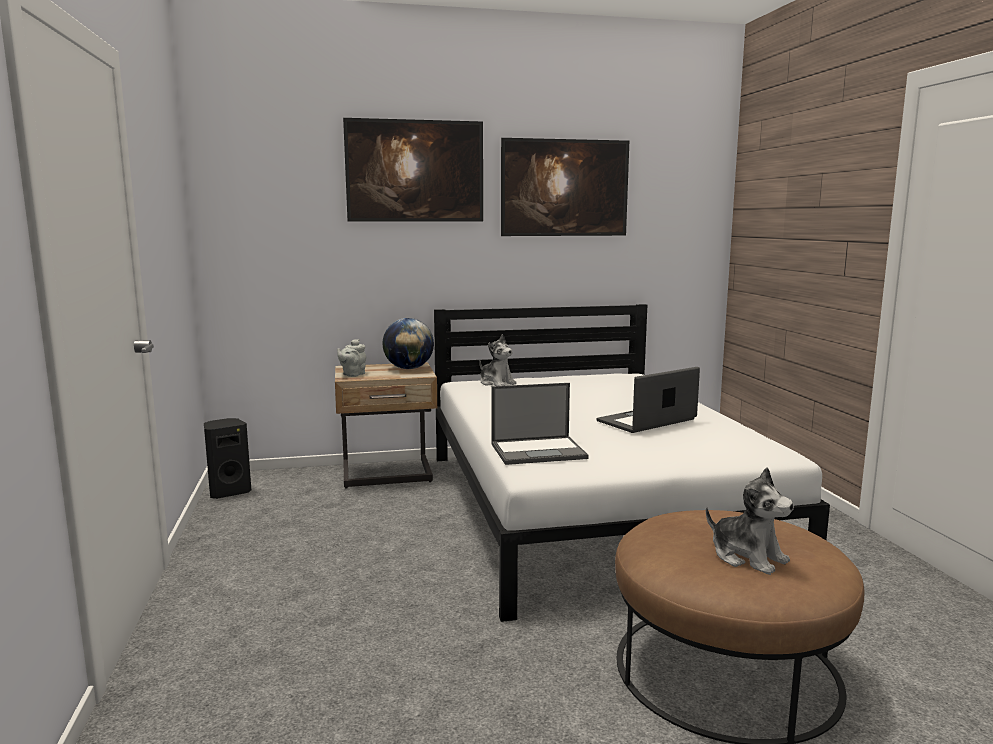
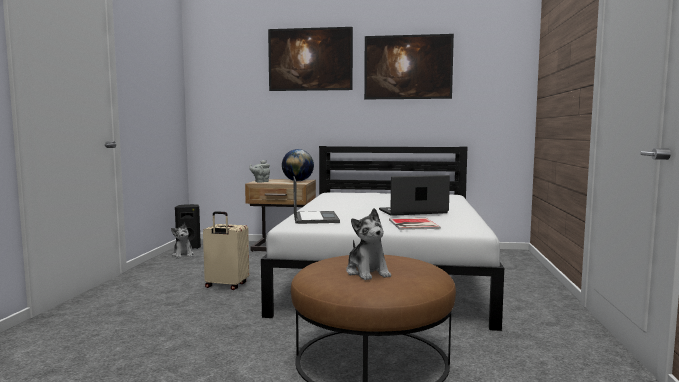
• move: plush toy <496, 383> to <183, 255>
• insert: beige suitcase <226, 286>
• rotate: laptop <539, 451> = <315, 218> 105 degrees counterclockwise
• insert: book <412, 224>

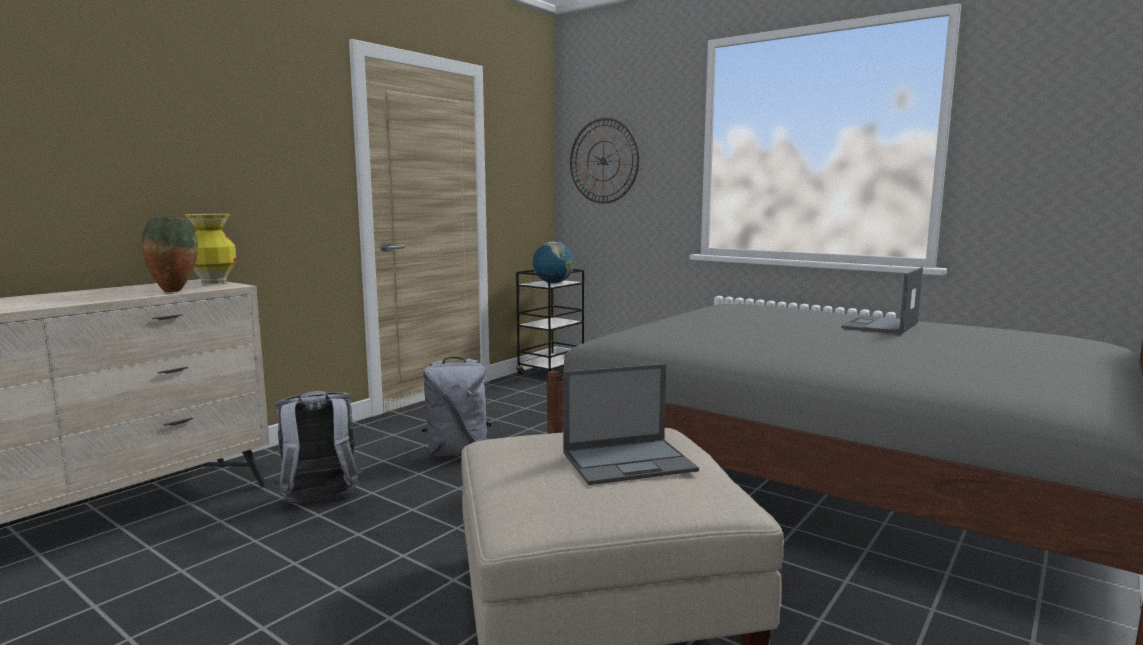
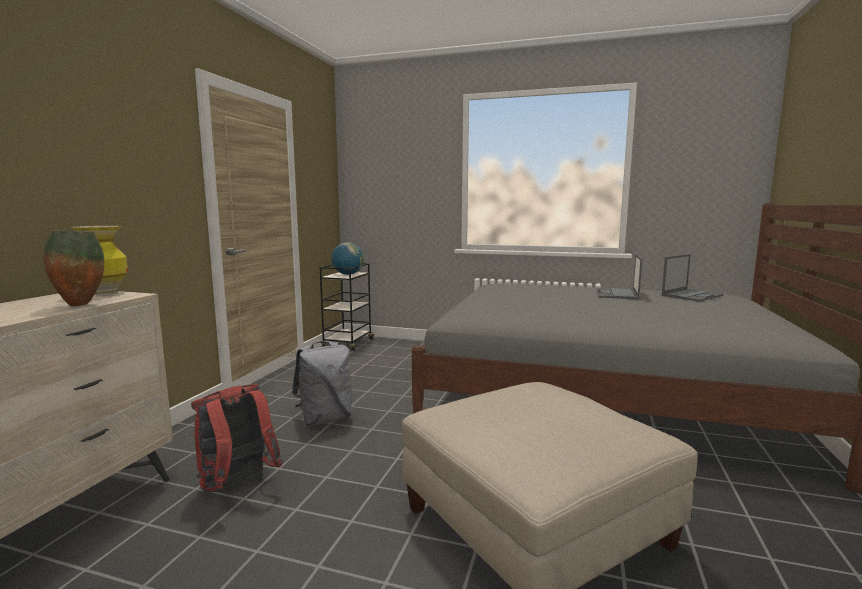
• recolor: grey backpack <320, 503> to red backpack <237, 486>
• move: laptop <629, 461> to <692, 295>
• delete: wall clock <603, 161>

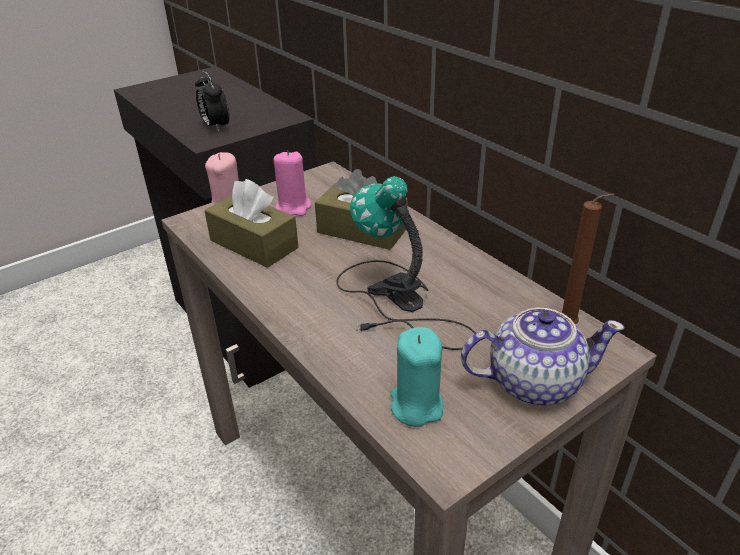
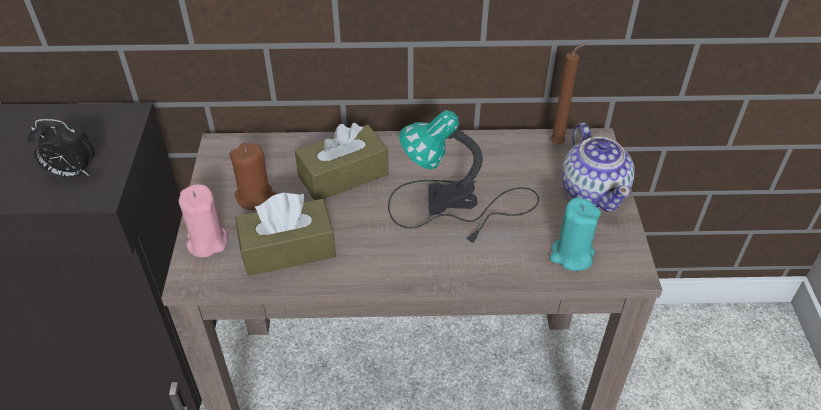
• recolor: pink candle <294, 207> to brown candle <256, 197>
• rotate: teapot <532, 382> = <593, 191> 135 degrees clockwise

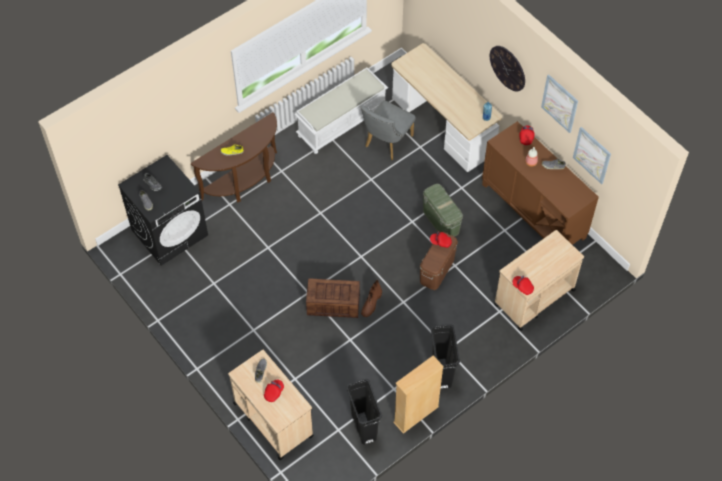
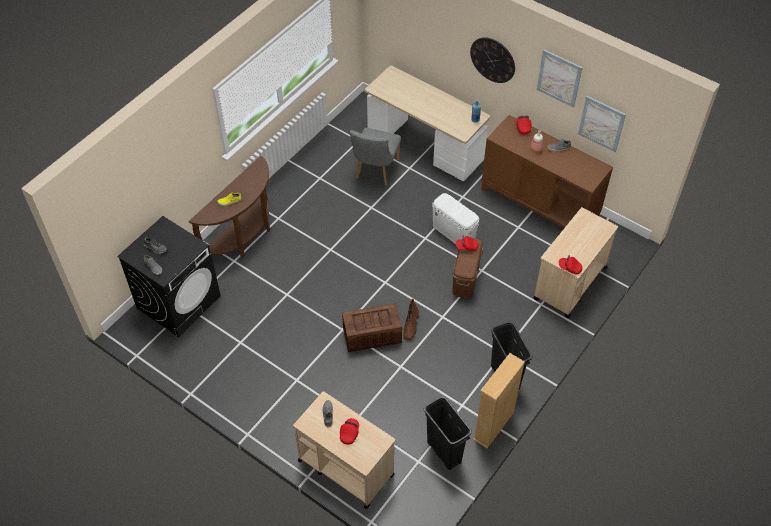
• recolor: green storage box <441, 221> to white storage box <454, 232>
• delete: white bench <342, 121>

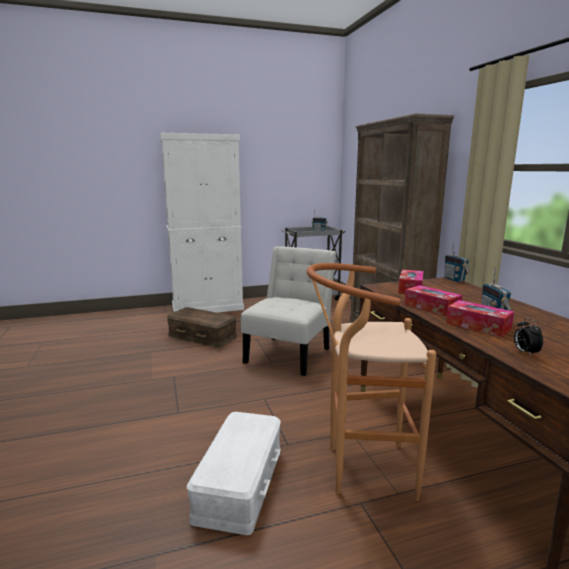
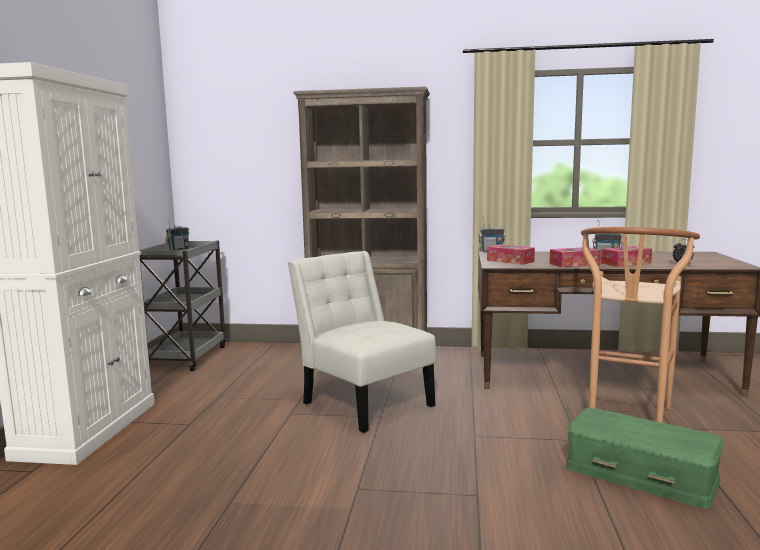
• recolor: white storage box <241, 482> to green storage box <641, 473>
• delete: brown storage box <203, 336>

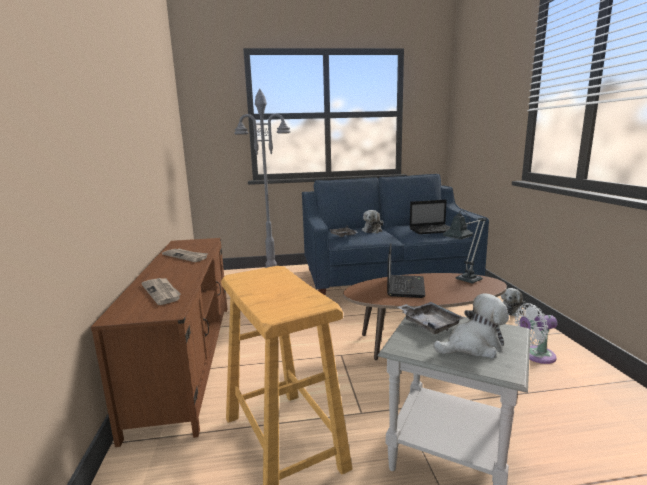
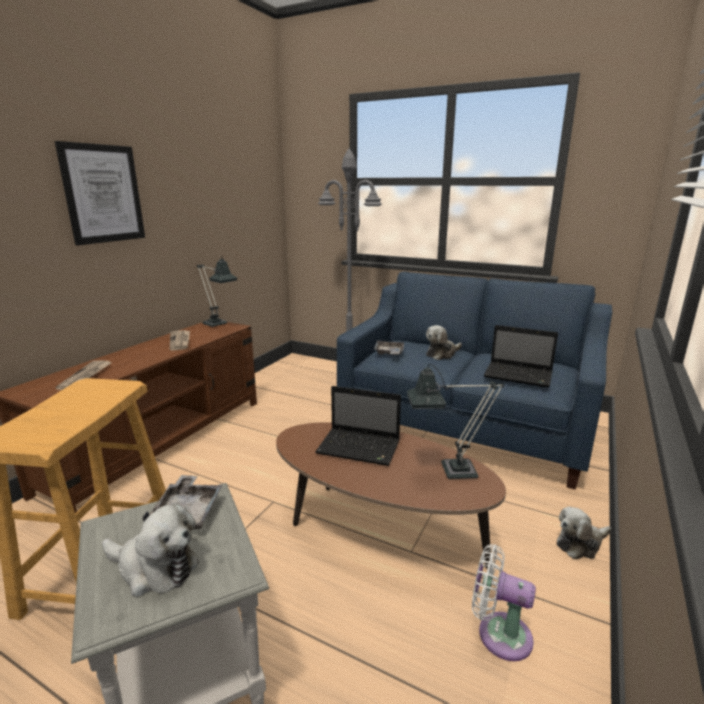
• insert: picture <103, 194>
• insert: table lamp <218, 325>
• rotate: laptop <405, 286> = <360, 448> 60 degrees clockwise

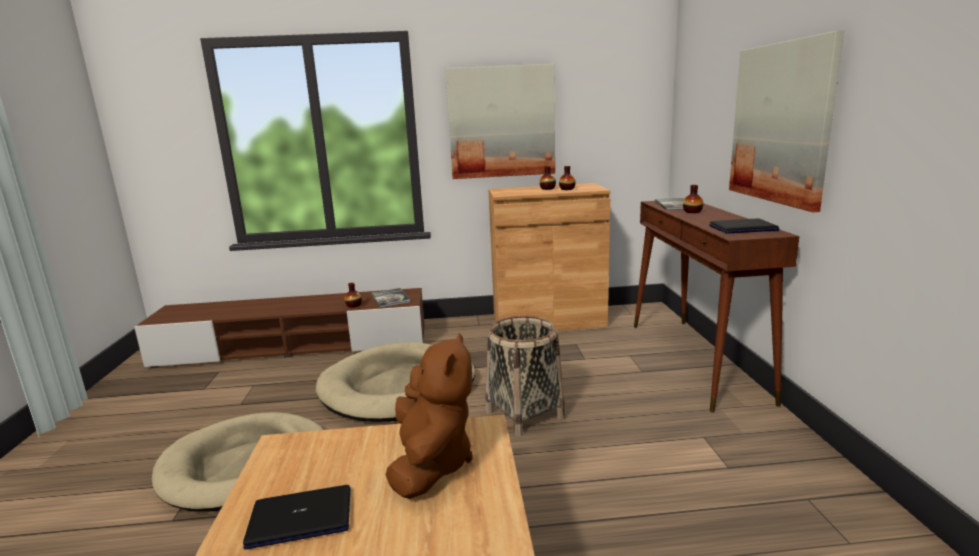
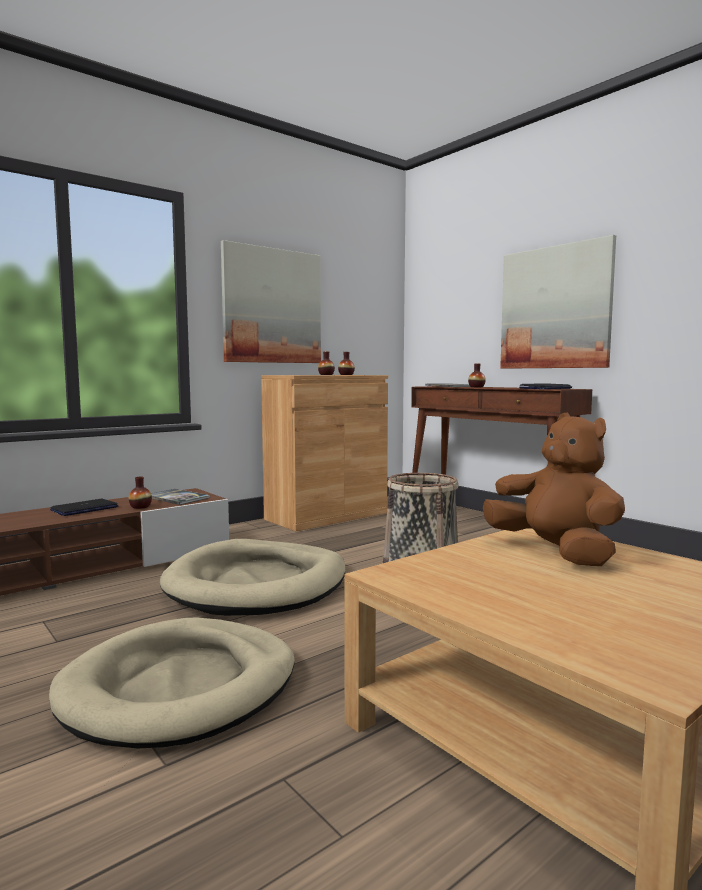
• move: laptop <301, 517> to <84, 509>

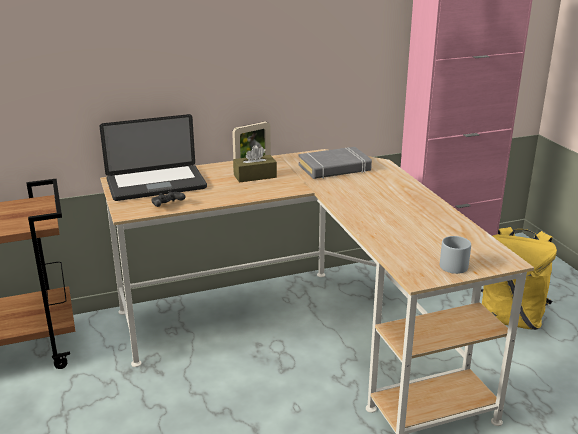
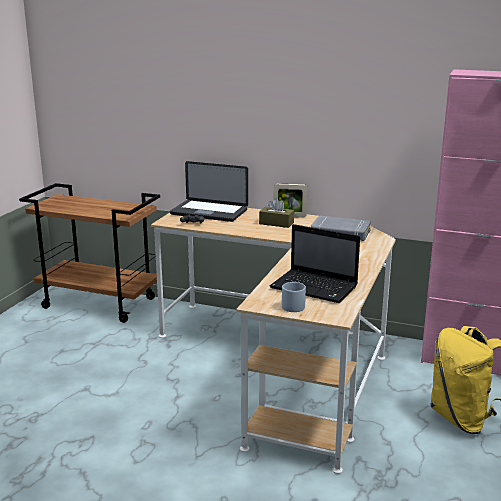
• insert: laptop <316, 287>

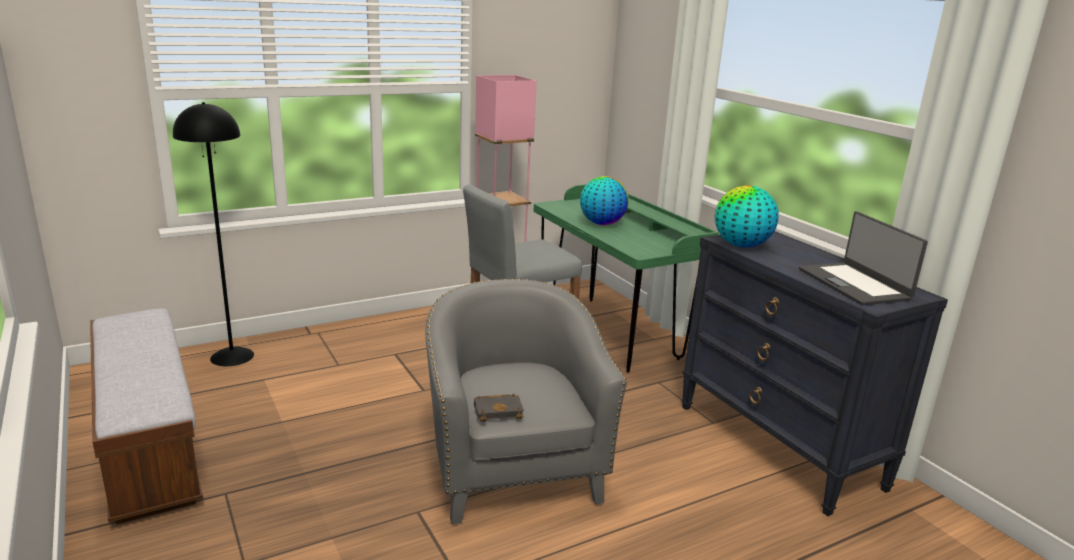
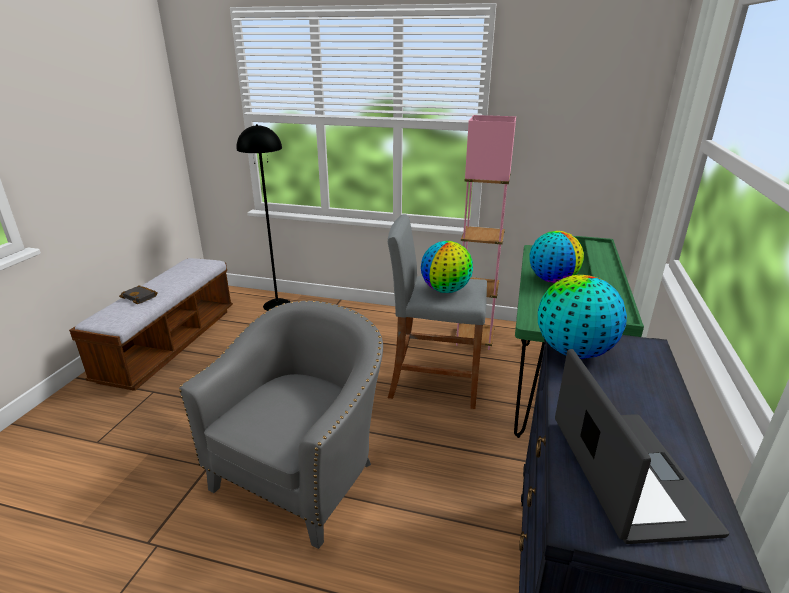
• move: black book <499, 410> to <141, 297>
• insert: globe <445, 290>
• rotate: laptop <854, 284> = <626, 473> 150 degrees clockwise

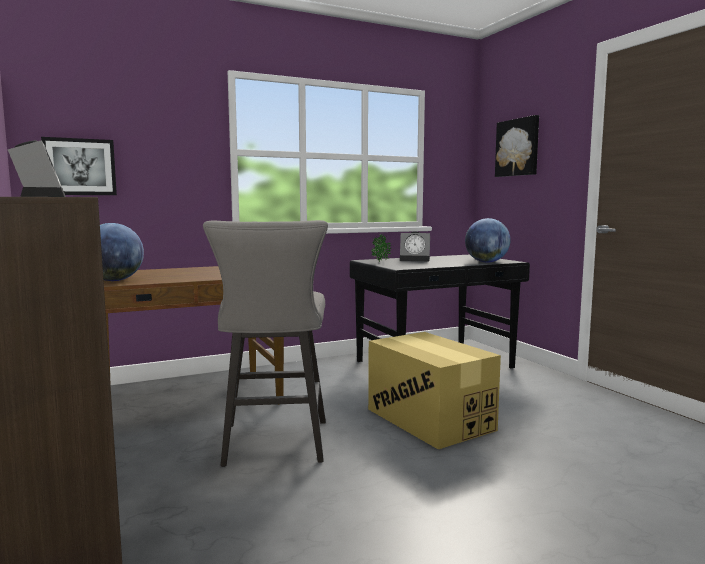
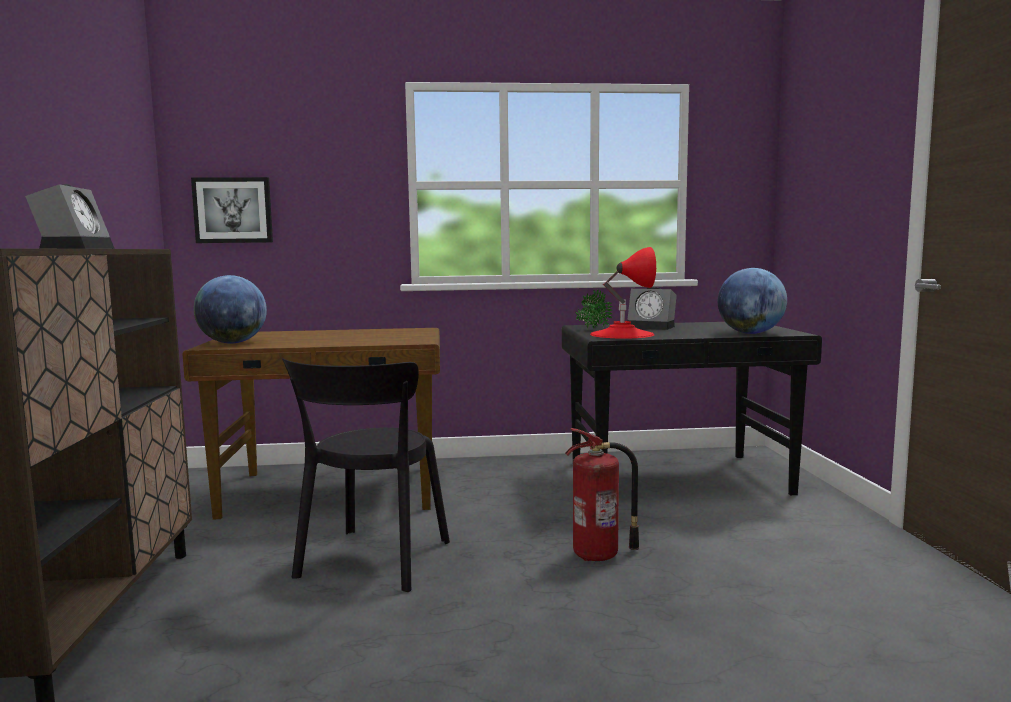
• replace: grey stool <274, 446> to black chair <371, 562>
• replace: cardboard box <430, 419> to fire extinguisher <599, 555>
• insert: red table lamp <622, 334>
• delete: picture <518, 147>

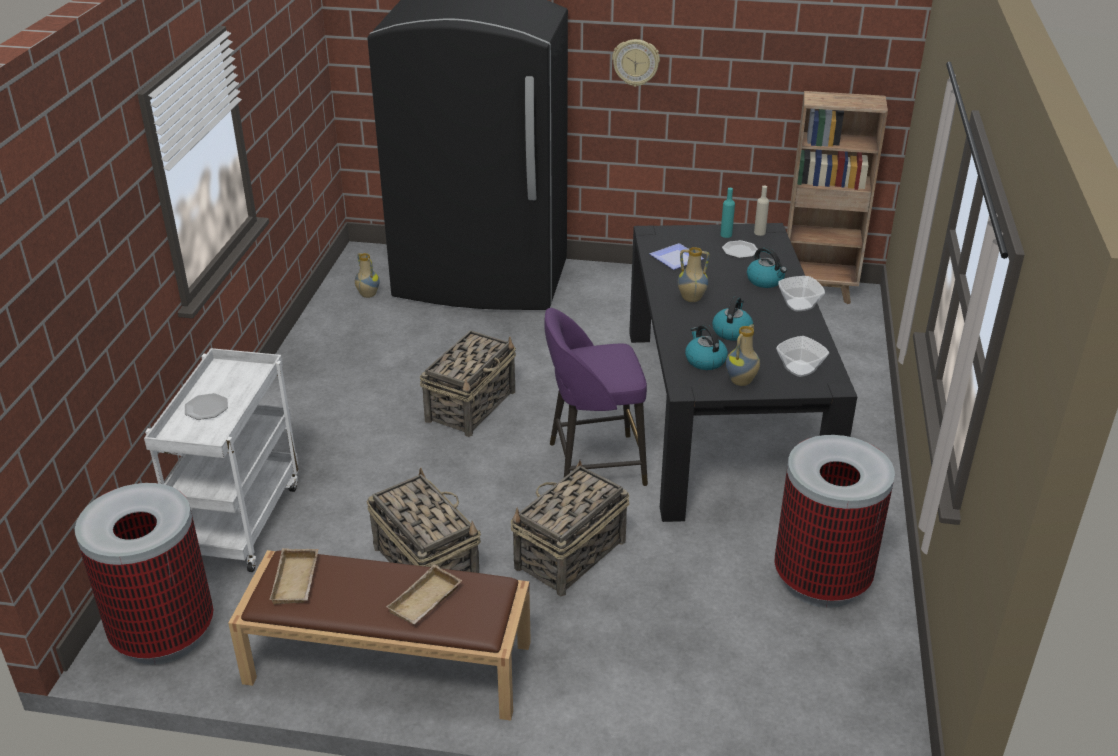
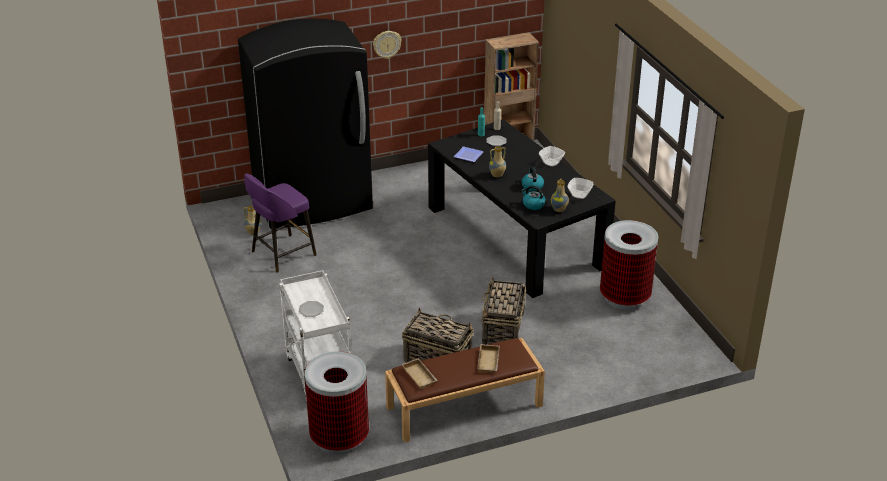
• move: purple stool <593, 464> to <282, 254>
• delete: basket <471, 405>
• delete: kettle <765, 280>

